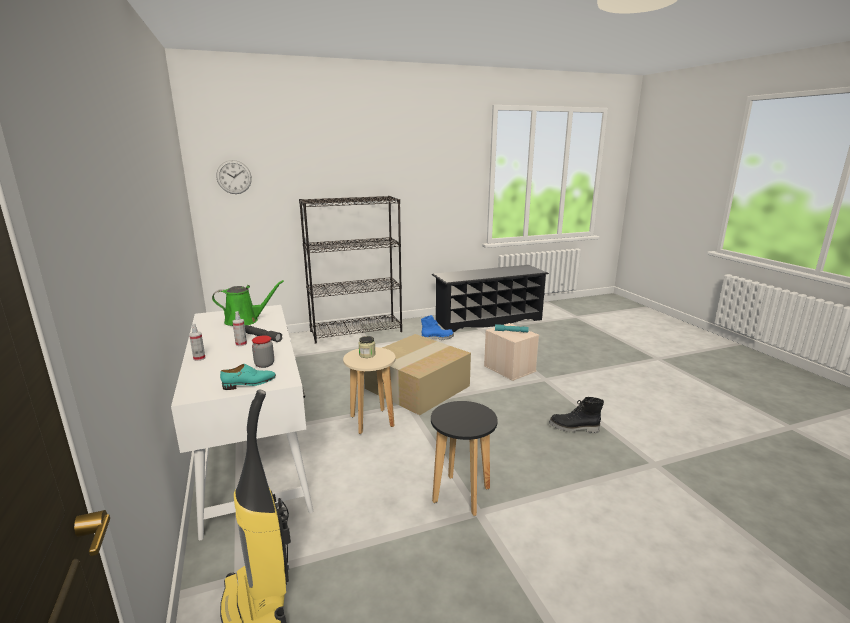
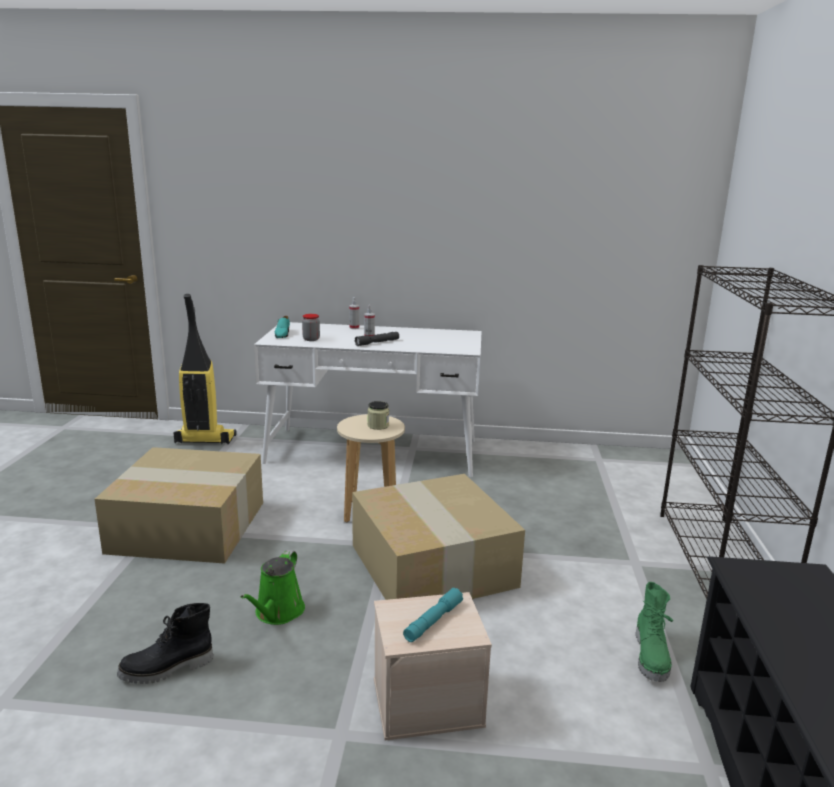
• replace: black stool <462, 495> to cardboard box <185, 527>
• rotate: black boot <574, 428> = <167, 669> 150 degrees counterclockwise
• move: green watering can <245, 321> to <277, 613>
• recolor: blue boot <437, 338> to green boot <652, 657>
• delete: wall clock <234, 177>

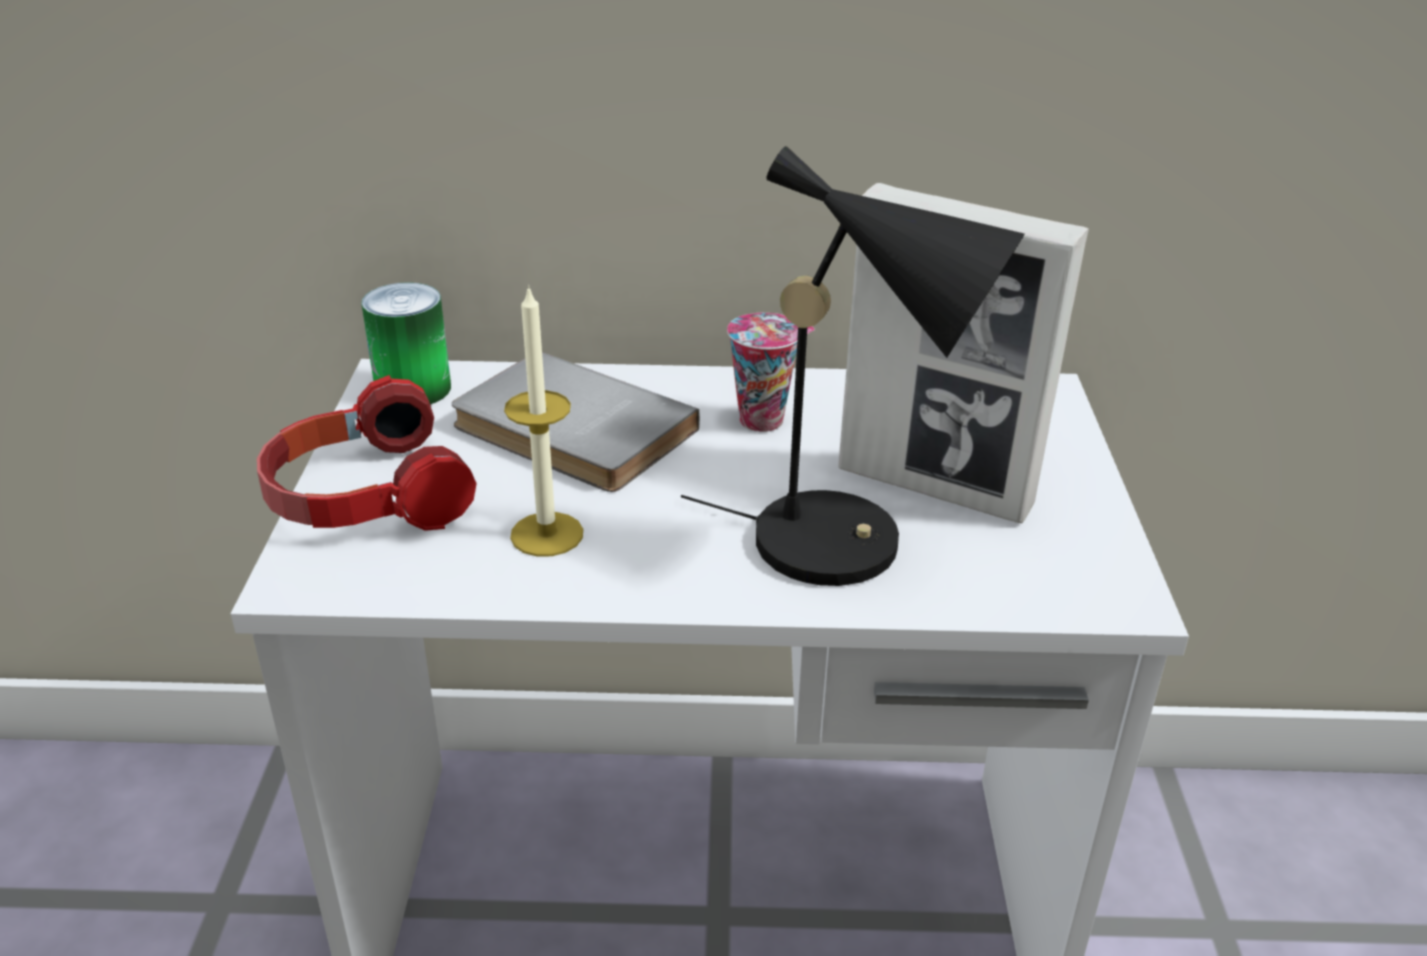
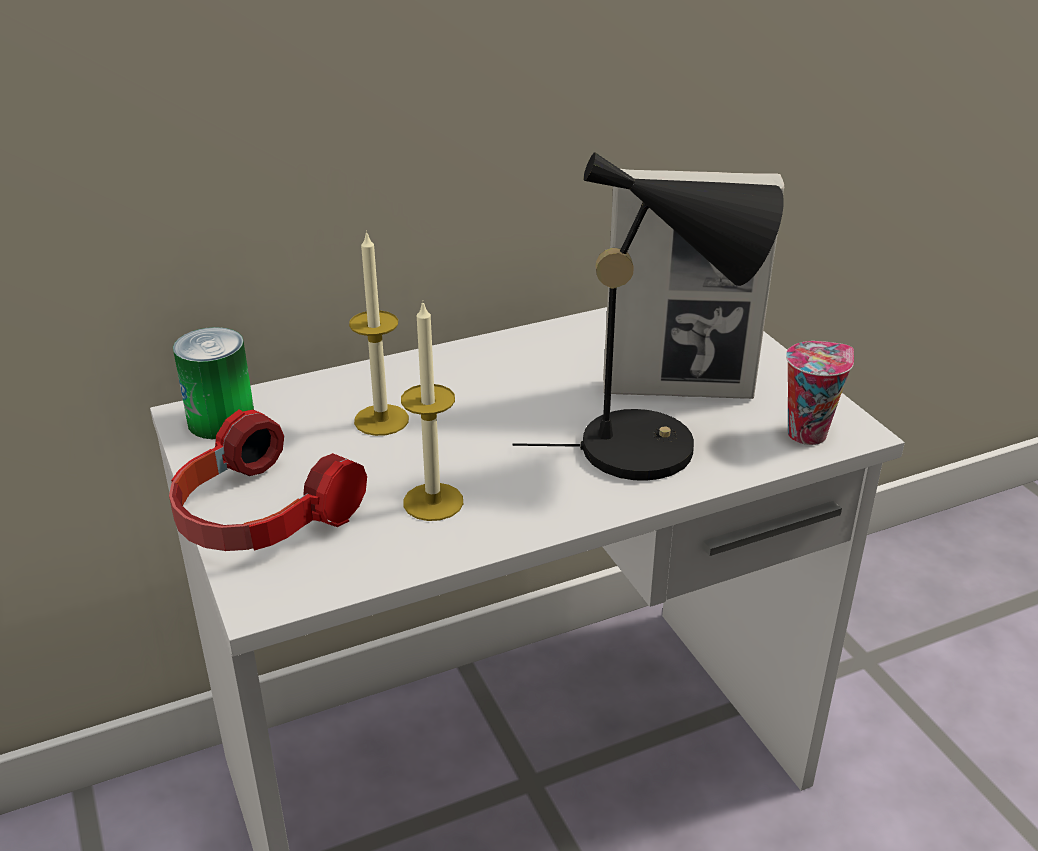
• replace: grey book <569, 431> to candle <381, 420>
• move: cup <764, 419> to <808, 432>

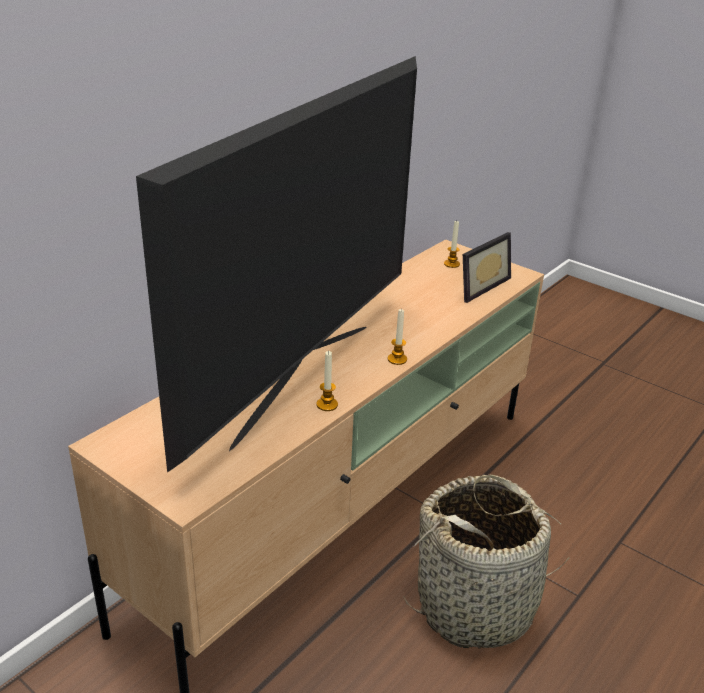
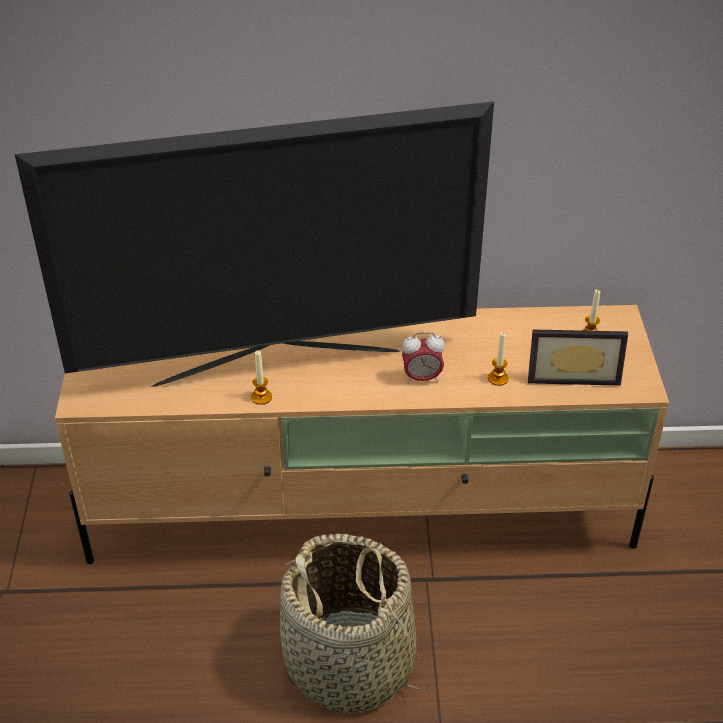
• insert: alarm clock <422, 378>
• move: candle <397, 359> to <498, 378>

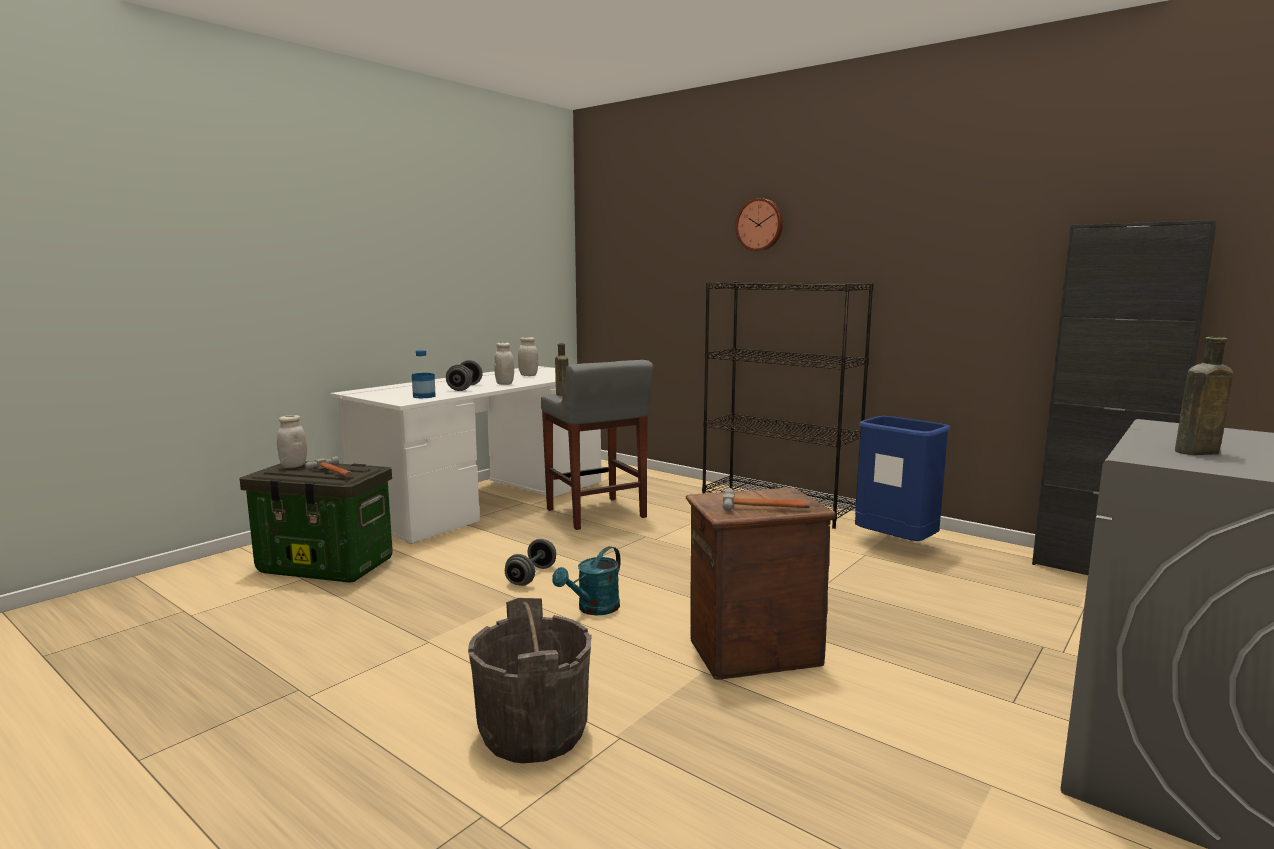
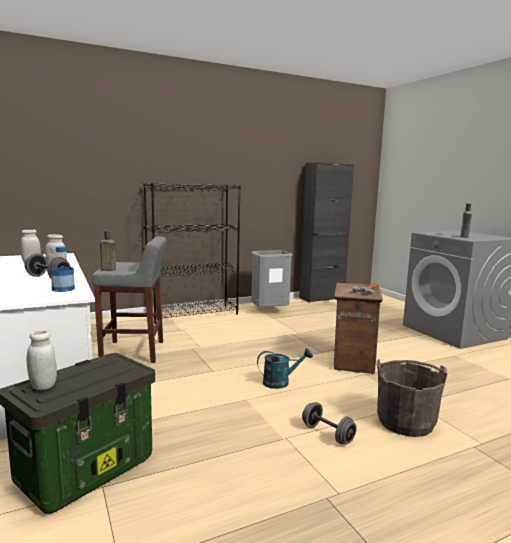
• recolor: blue trash can <895, 545> to grey trash can <269, 311>
• rotate: turquoise watering can <593, 609> = <281, 382> 75 degrees counterclockwise
• move: grey dumbbell <531, 576> to <327, 434>
• delete: hammer <334, 472>
• delete: wall clock <760, 225>

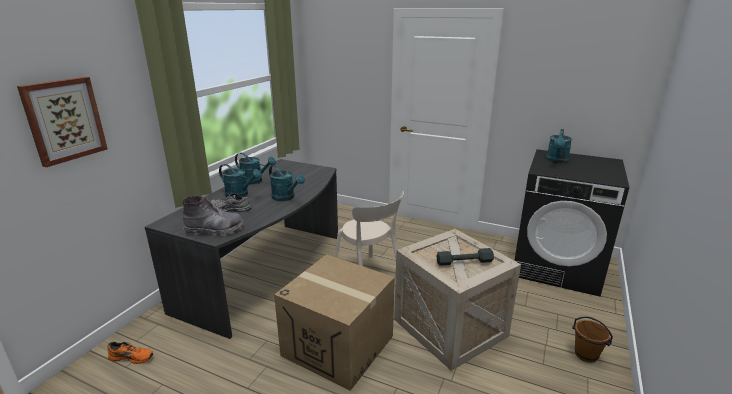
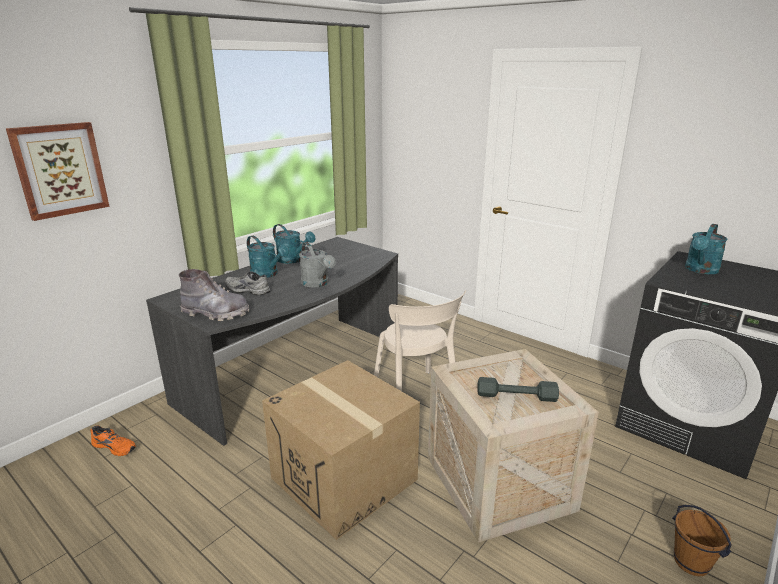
• recolor: turquoise watering can <286, 198> to grey watering can <317, 284>

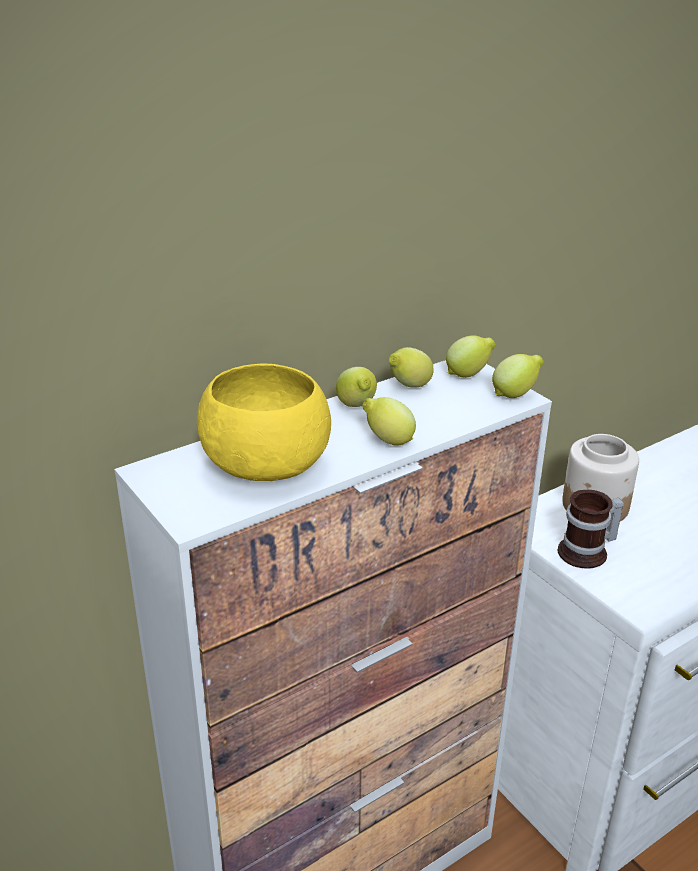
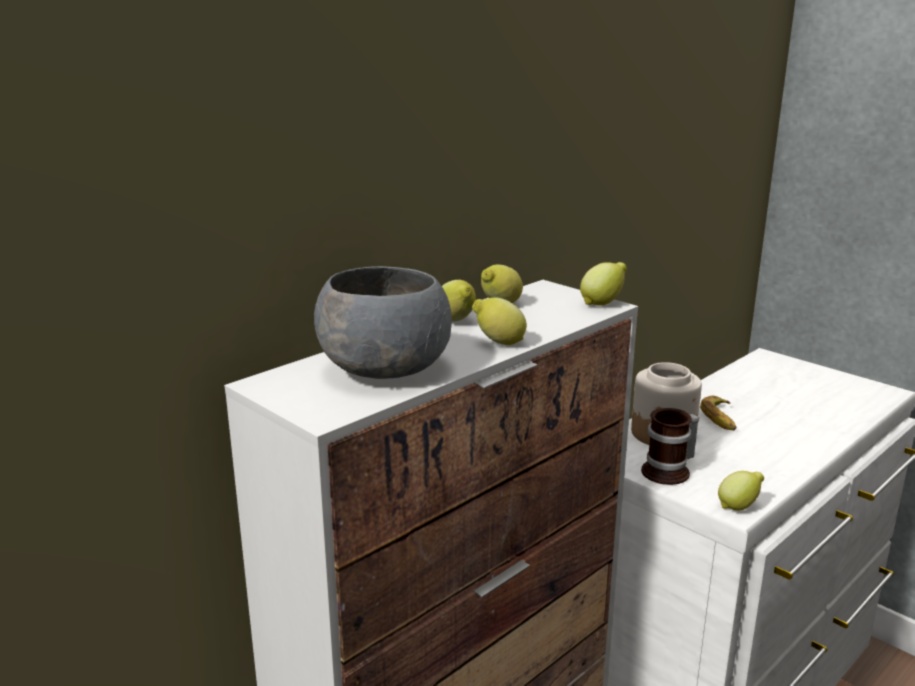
• recolor: yellow bowl <269, 466> to grey bowl <388, 370>
• insert: banana <720, 419>
• move: lemon <468, 375> to <738, 507>

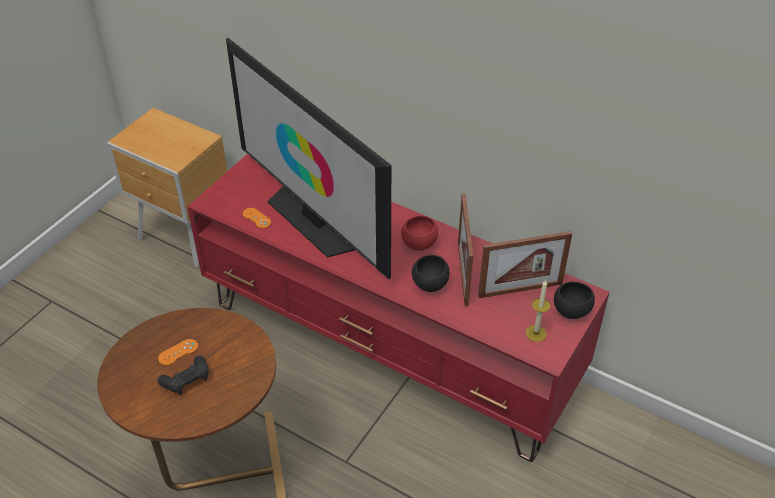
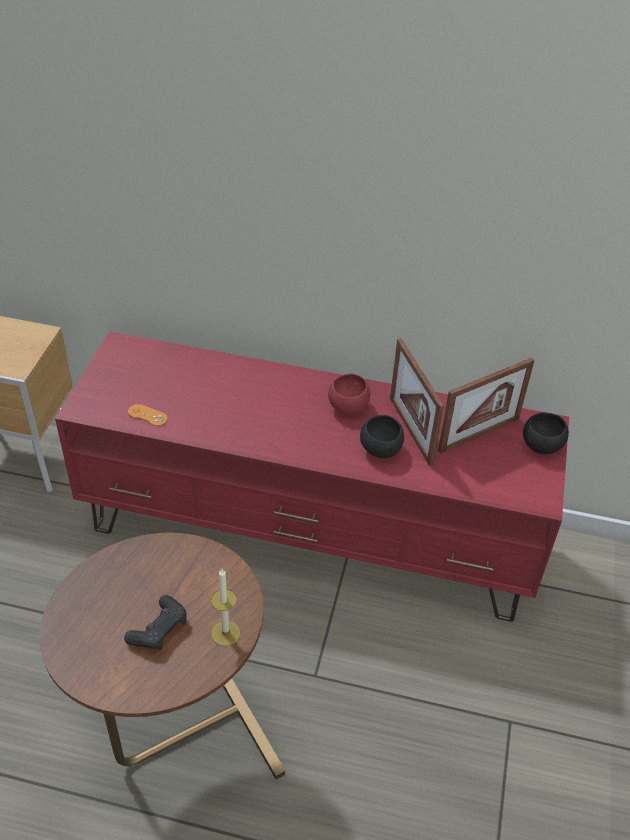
• move: candle <536, 333> to <225, 633>
• delete: orange game controller <178, 352>
• delete: television <314, 219>

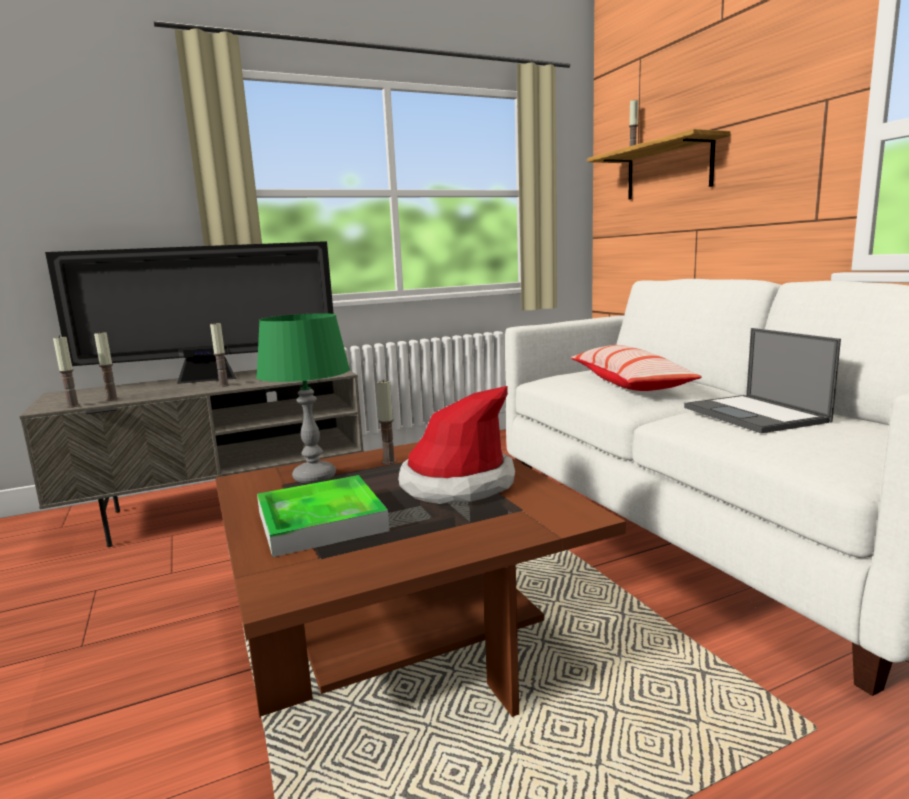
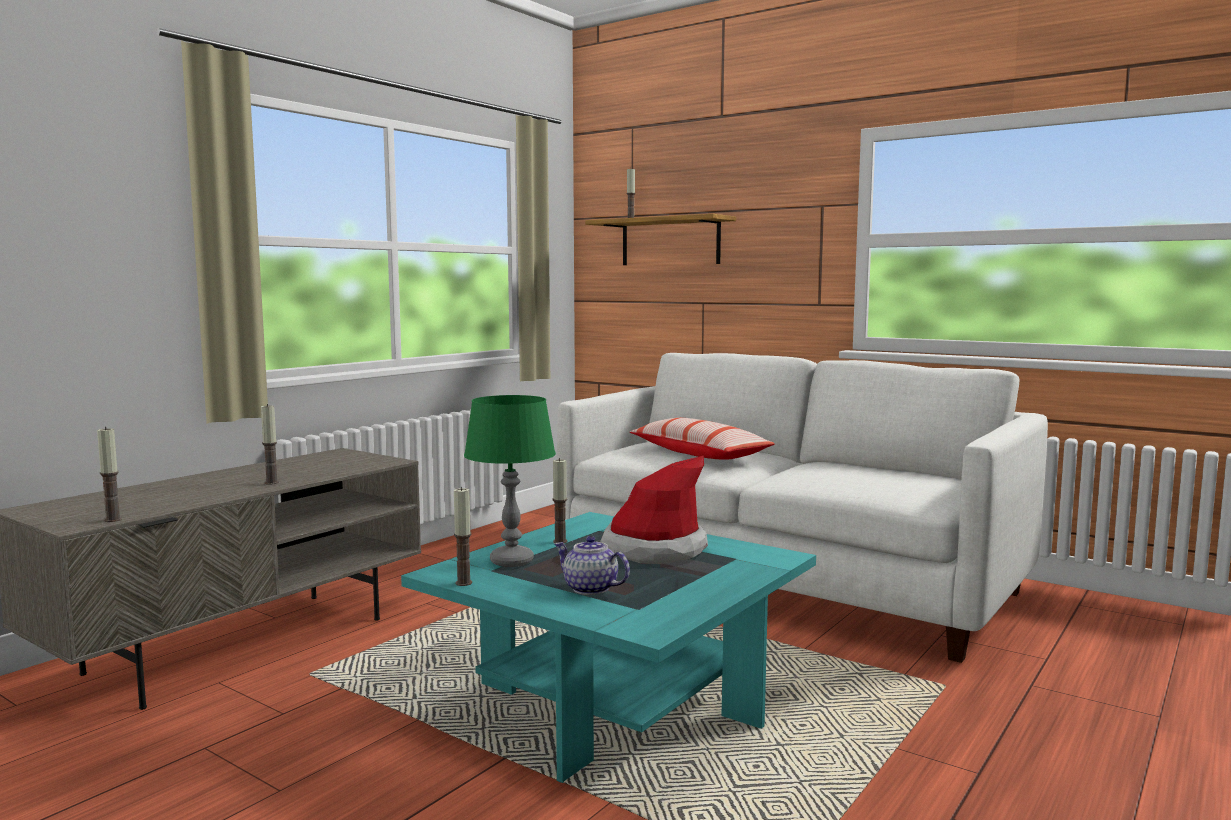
• recolor: brown coffee table <403, 636> to turquoise coffee table <616, 704>
• move: candle <112, 399> to <463, 583>
• replace: tray <321, 521> to teapot <589, 588>
• delete: television <212, 379>
• delete: laptop <755, 415>

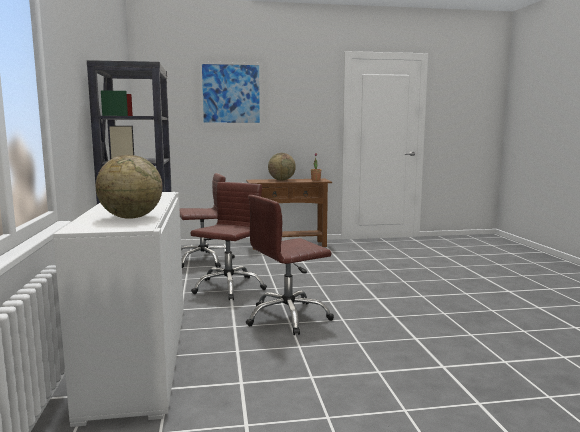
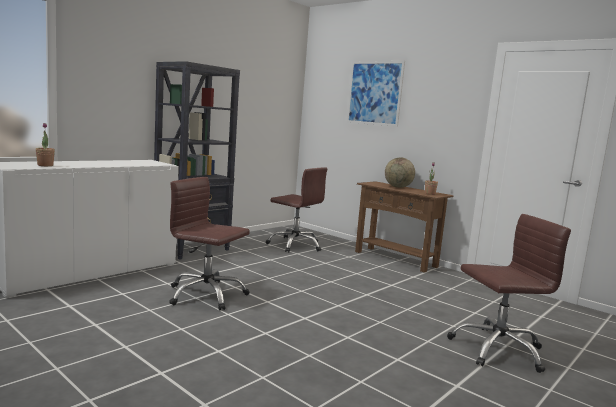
• replace: globe <131, 217> to potted plant <45, 165>
• move: brown office chair <228, 287> to <497, 349>

